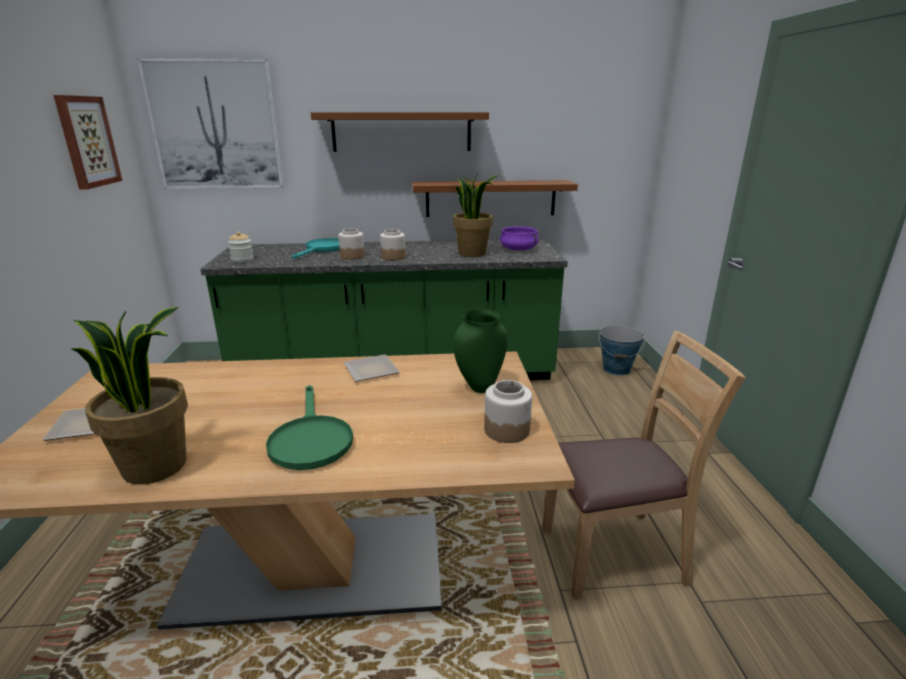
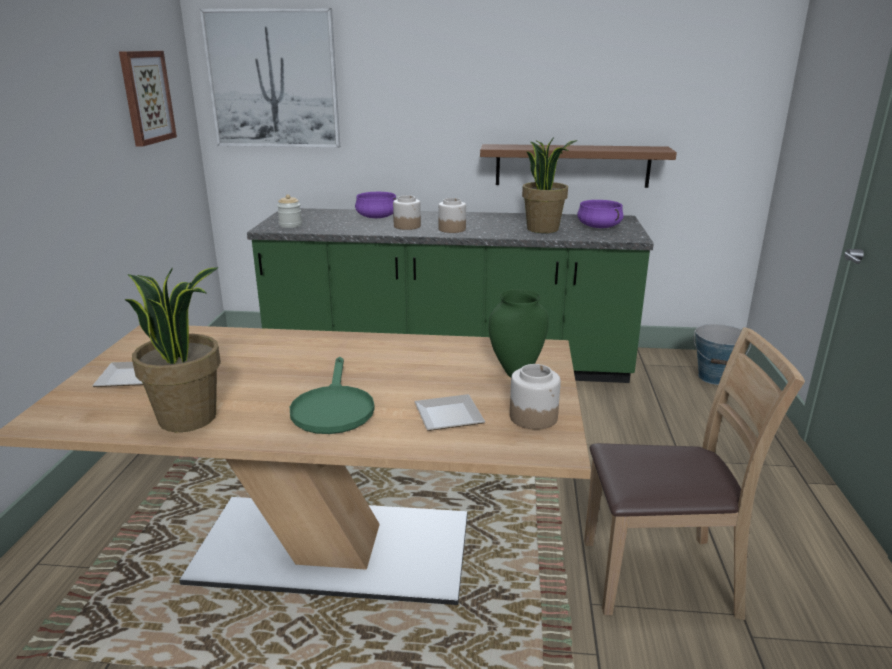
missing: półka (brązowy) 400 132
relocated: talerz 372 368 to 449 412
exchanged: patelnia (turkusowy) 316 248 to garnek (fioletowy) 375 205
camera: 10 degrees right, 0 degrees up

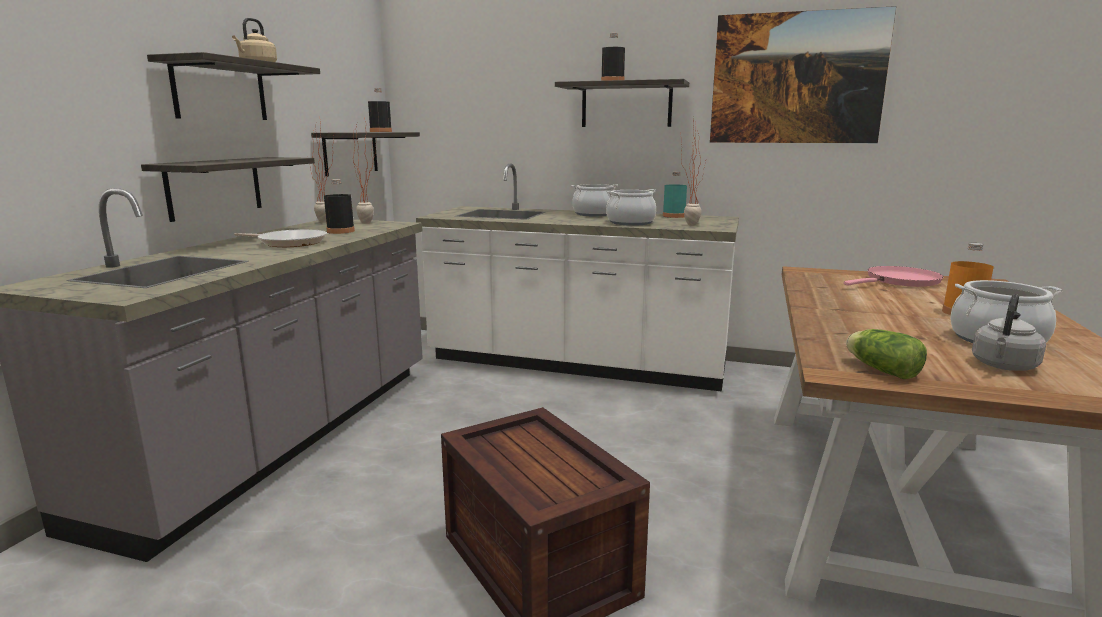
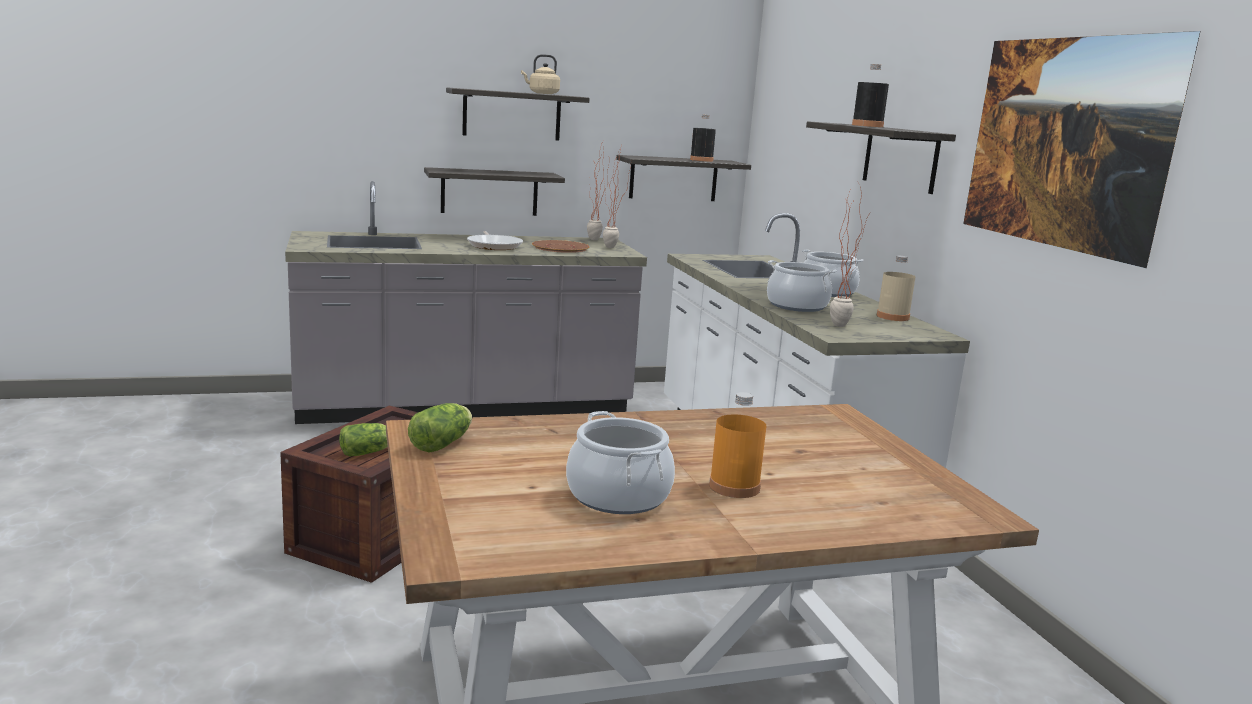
missing: patelnia (różowy) 893 276; czajnik (szary) 1009 332
appeared: sałata 363 439
exchanged: butelka (czarny) 339 206 to talerz (brązowy) 561 246
colour: butelka (turkusowy) 675 195 to butelka (beżowy) 896 288
camera: 55 degrees right, 0 degrees up

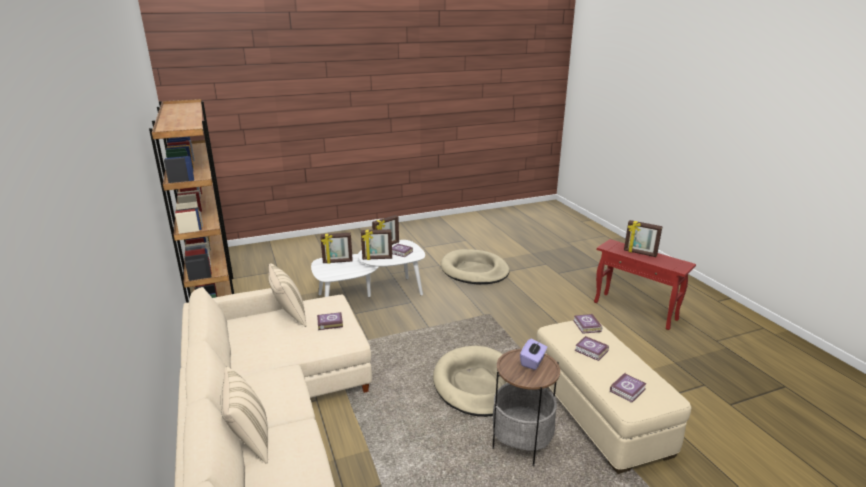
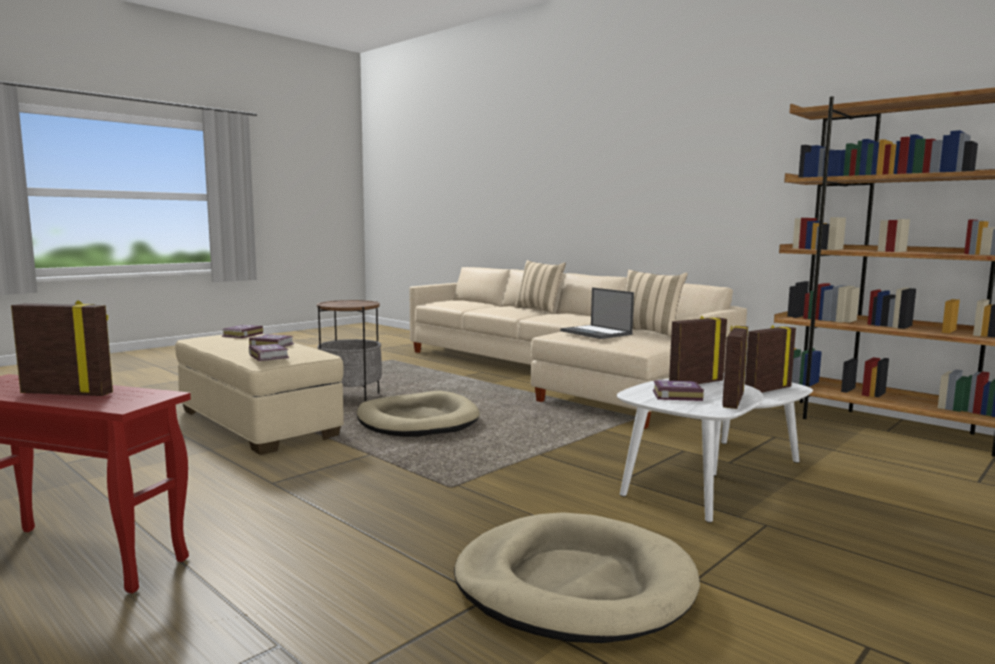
missing: pudełko chusteczek (fioletowy) 533 354
exchanged: książka 330 321 to laptop 597 313
camera: 155 degrees right, 15 degrees down

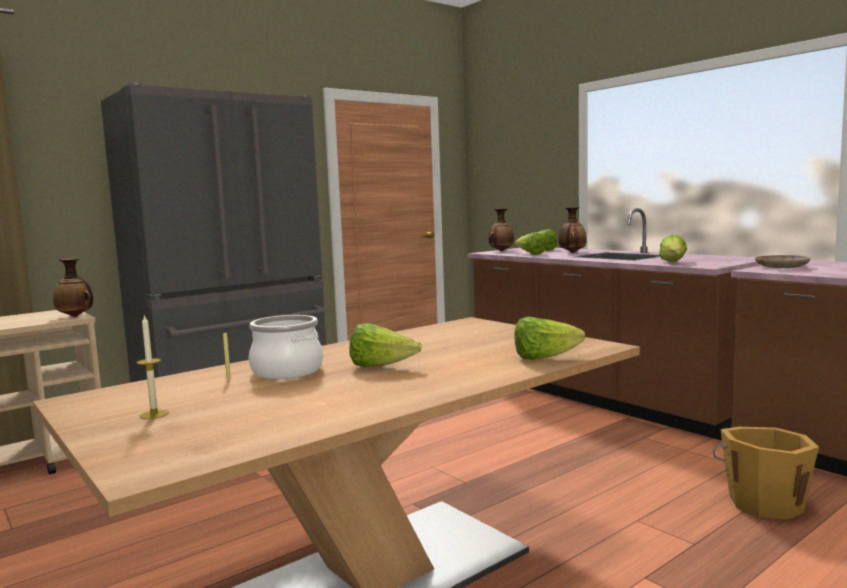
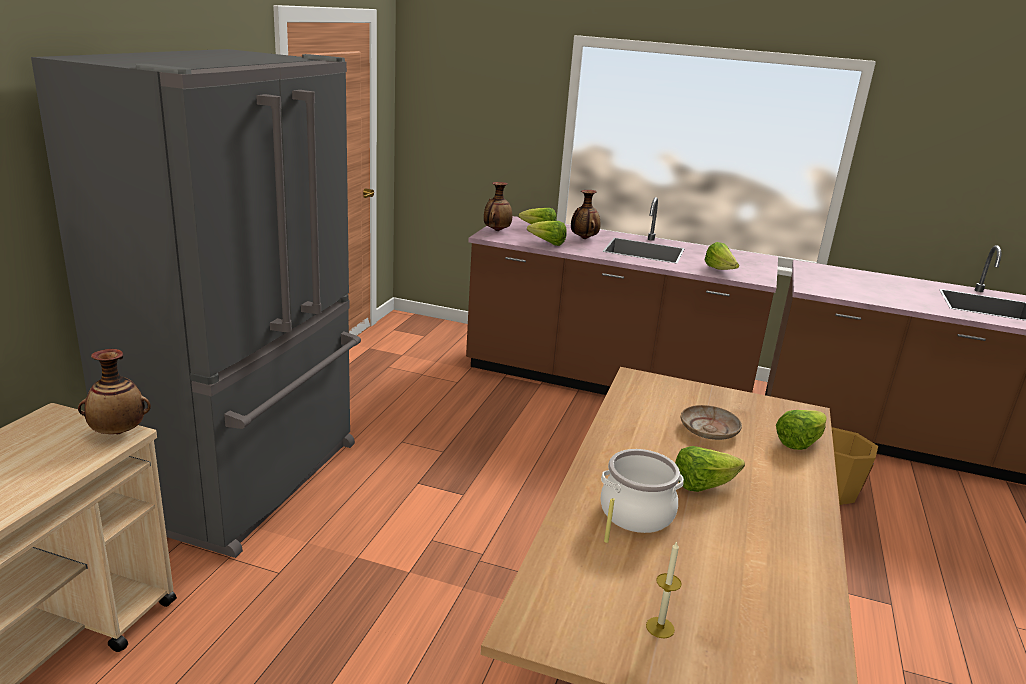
relocated: talerz (beżowy) 782 261 to 711 422
camera: 35 degrees left, 15 degrees up

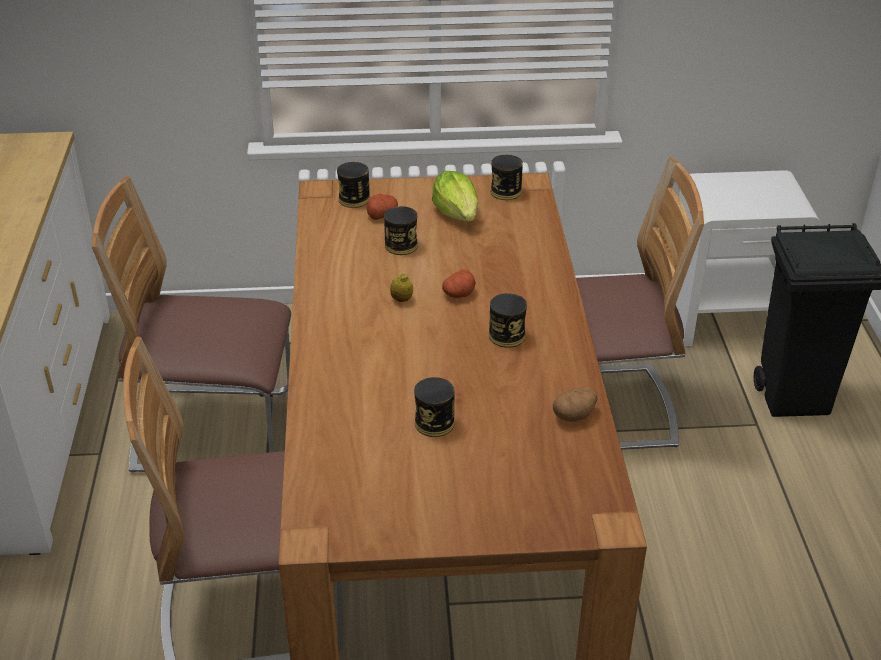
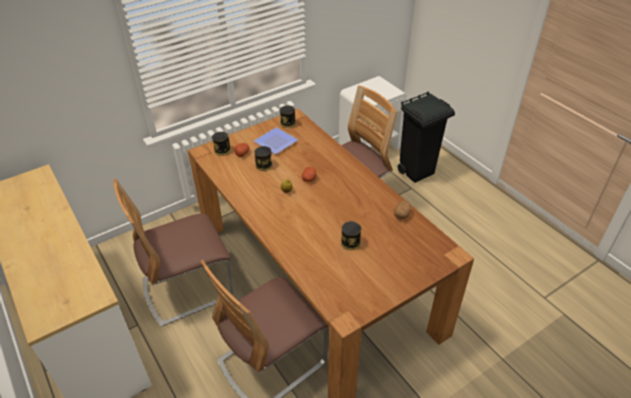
missing: puszka 508 320
exchanged: sałata 455 196 to talerz 276 140
camera: 30 degrees left, 5 degrees up

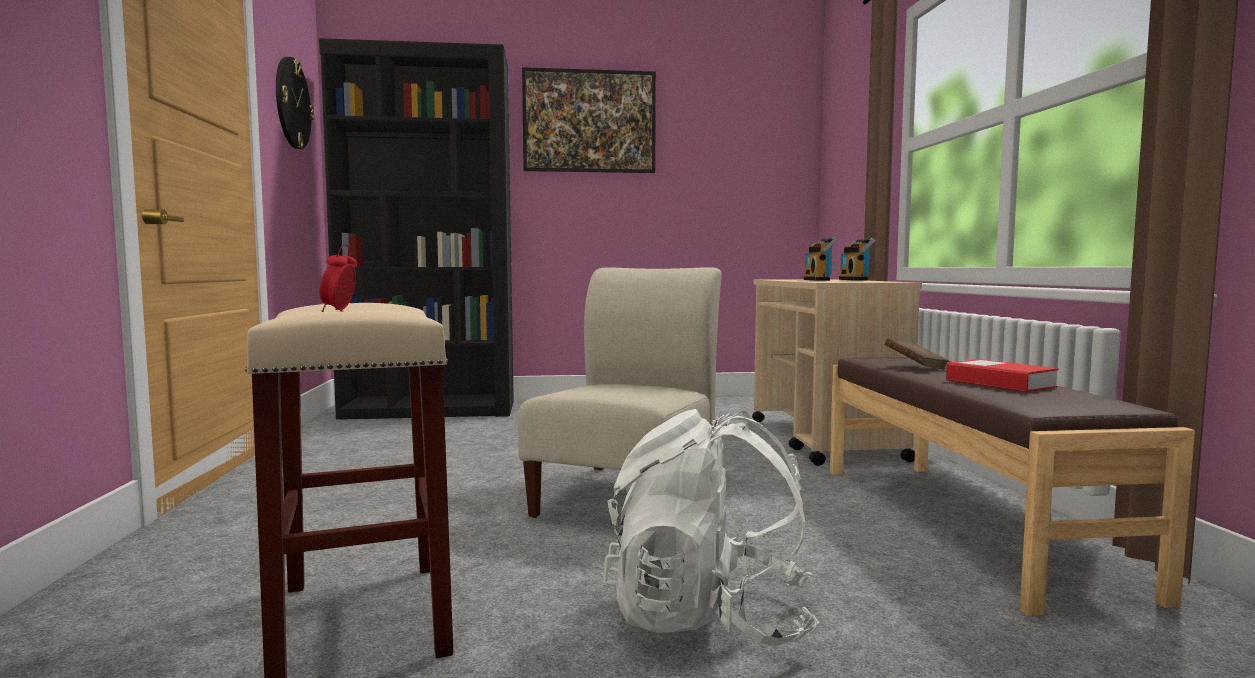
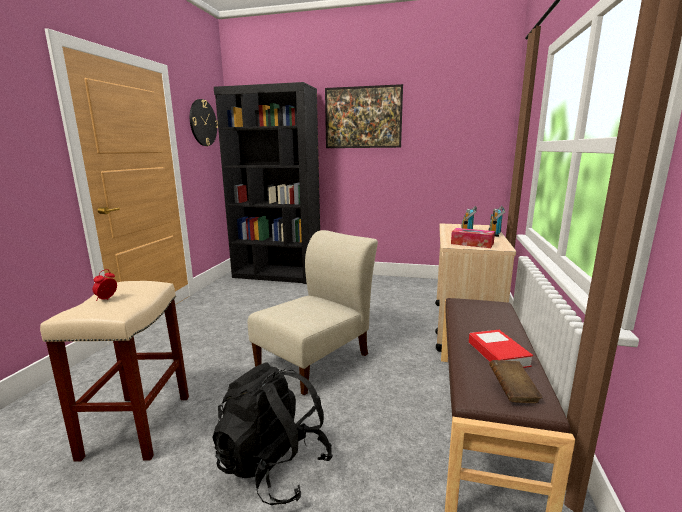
appeared: pudełko chusteczek 473 238
relocated: książka (brązowy) 917 353 to 515 381
colour: plecak (biały) 711 527 to plecak (czarny) 272 433
camera: 20 degrees right, 10 degrees up

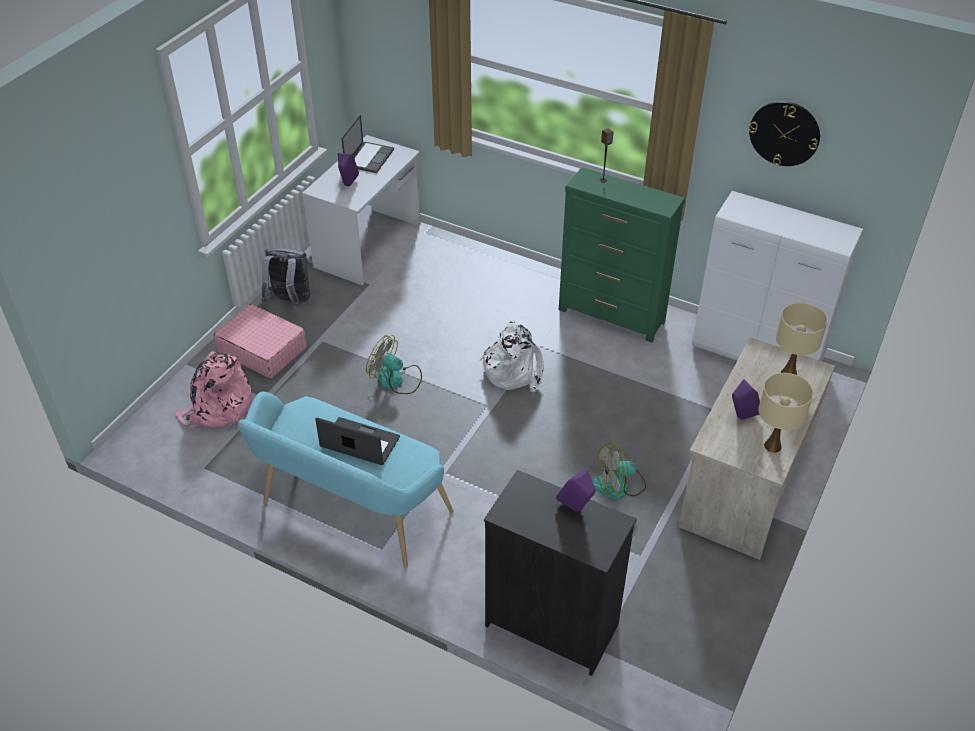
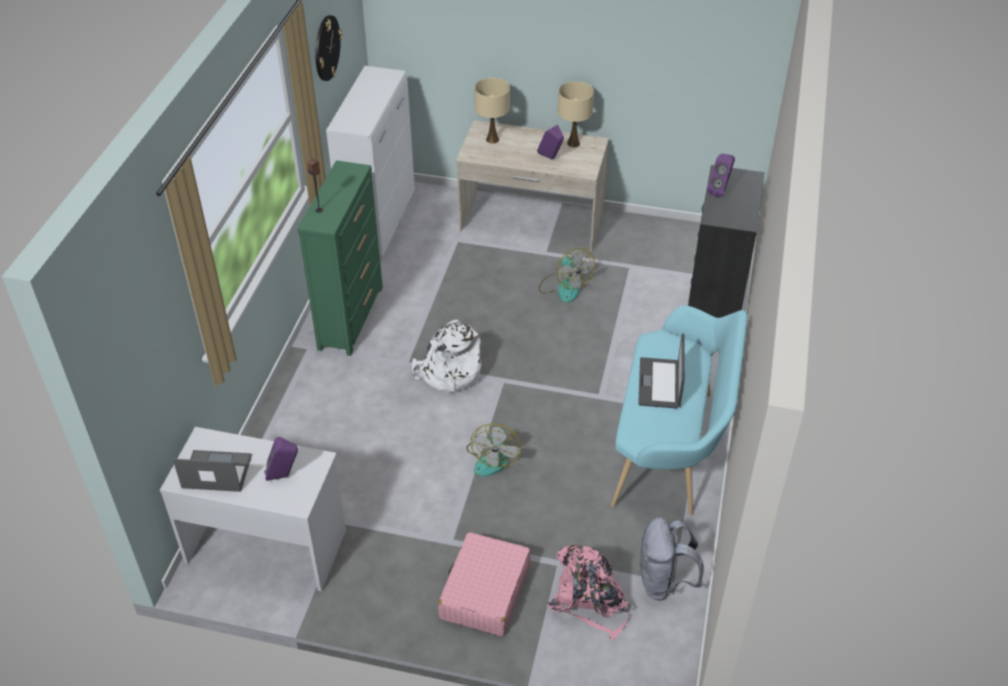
relocated: plecak (szary) 286 278 to 671 559
camera: 105 degrees left, 0 degrees up

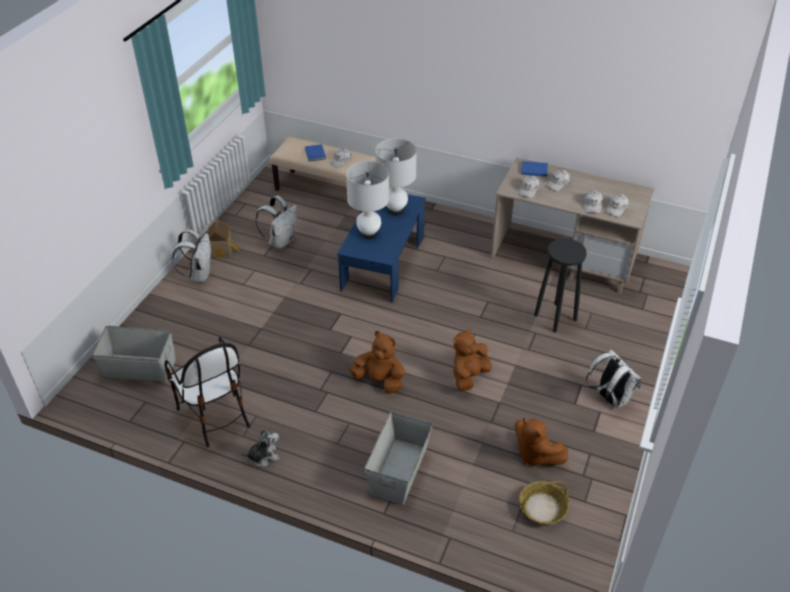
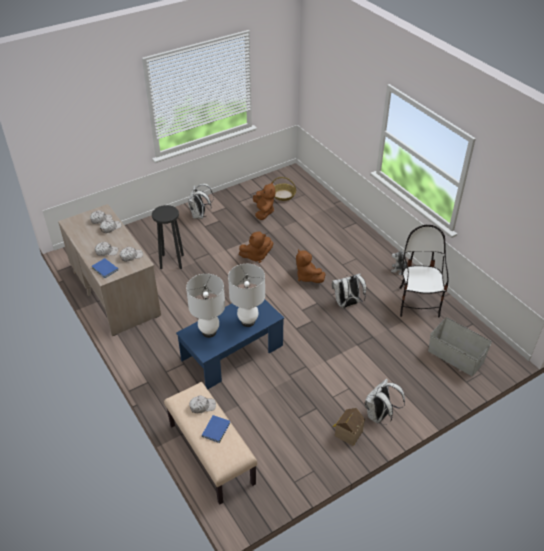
missing: pojemnik do przechowywania (szary) 398 458
relocated: plecak (biały) 276 222 to 349 291
camera: 145 degrees left, 0 degrees up

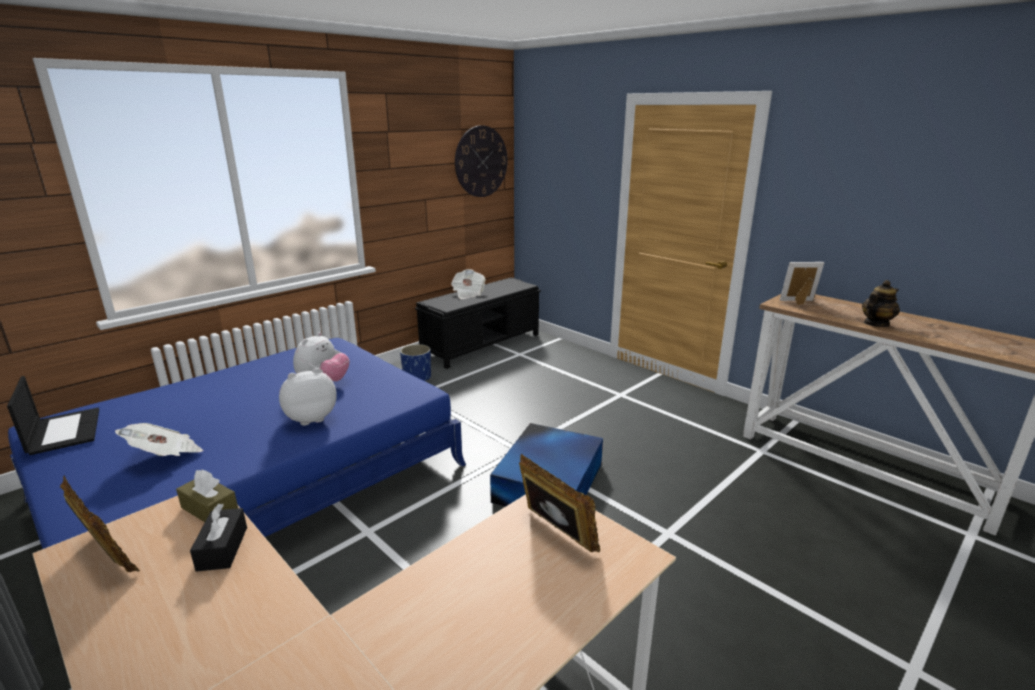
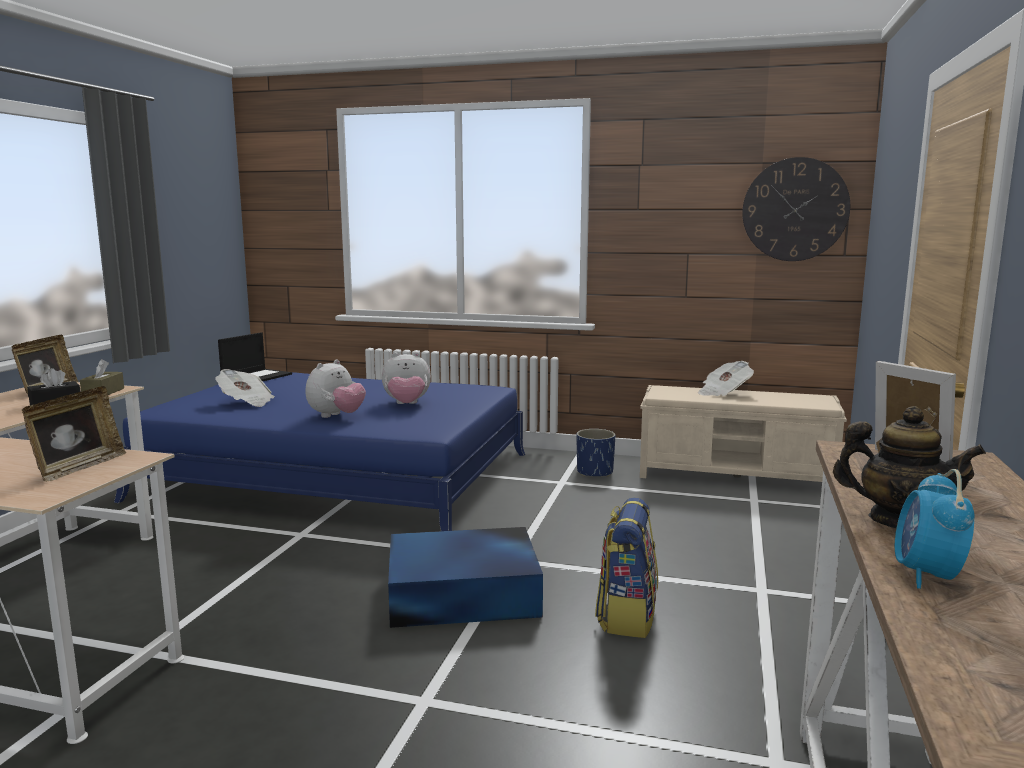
appeared: budzik 935 529; plecak 626 568
colour: ławka (czarny) 478 323 to ławka (beżowy) 743 433
spun: pluszak 308 397 = 336 389 90 degrees clockwise
camera: 60 degrees right, 10 degrees down

